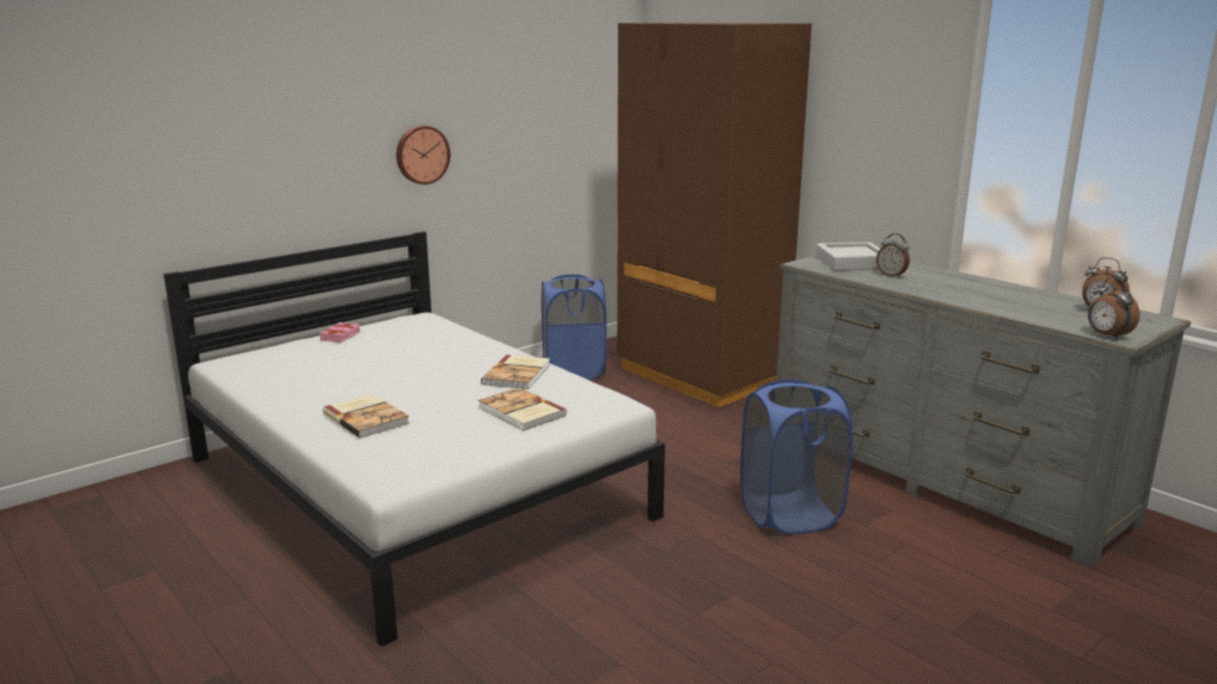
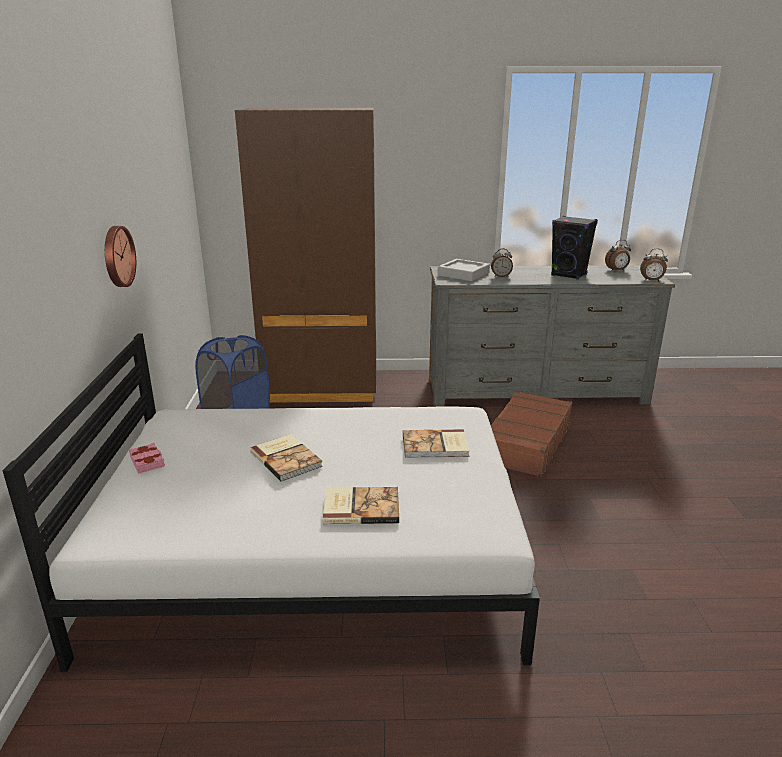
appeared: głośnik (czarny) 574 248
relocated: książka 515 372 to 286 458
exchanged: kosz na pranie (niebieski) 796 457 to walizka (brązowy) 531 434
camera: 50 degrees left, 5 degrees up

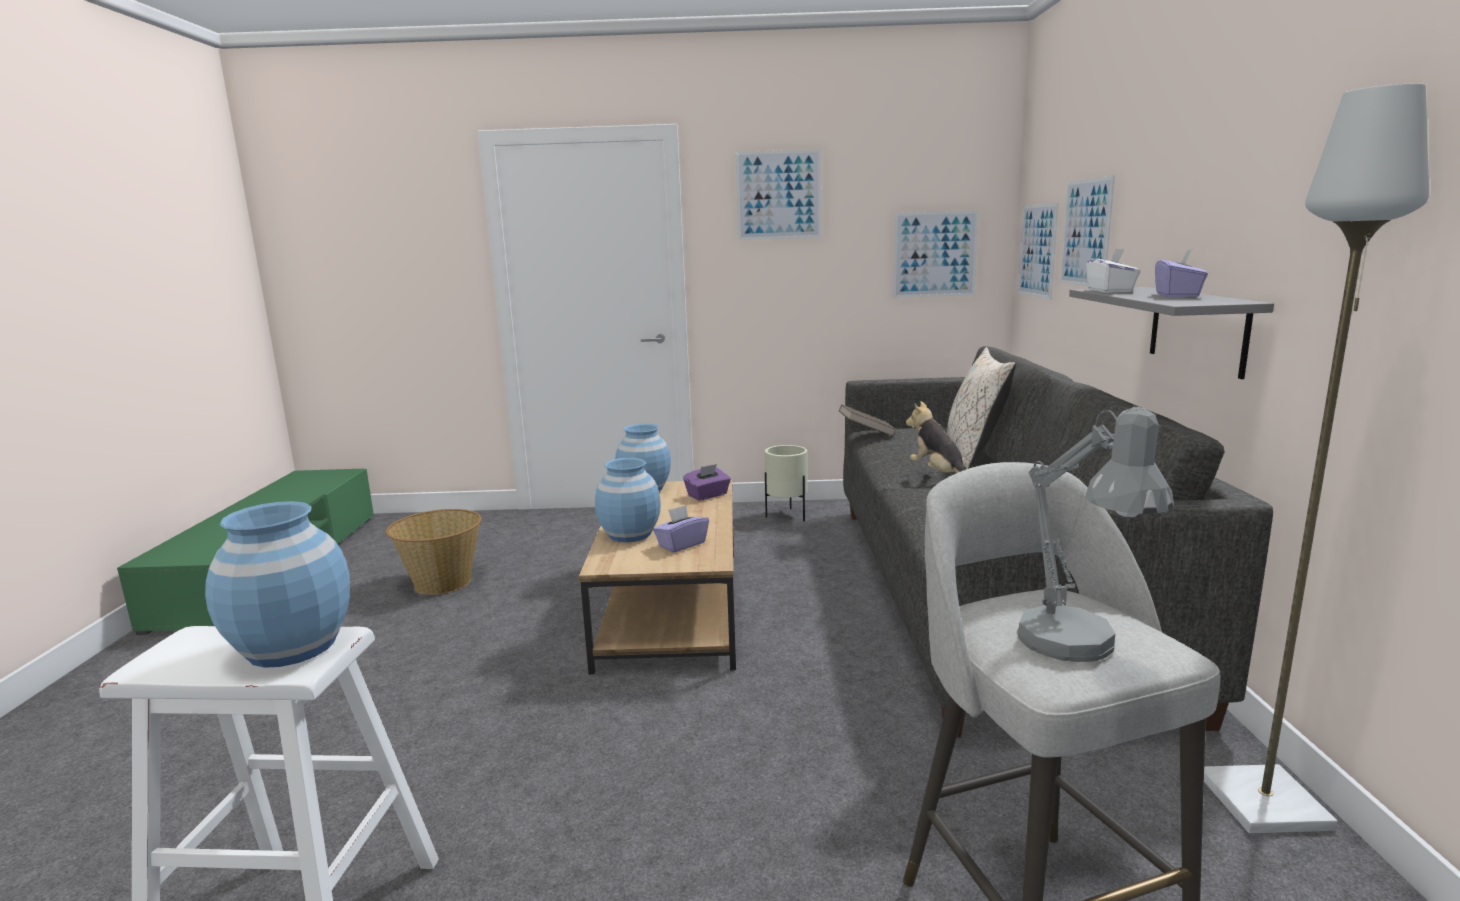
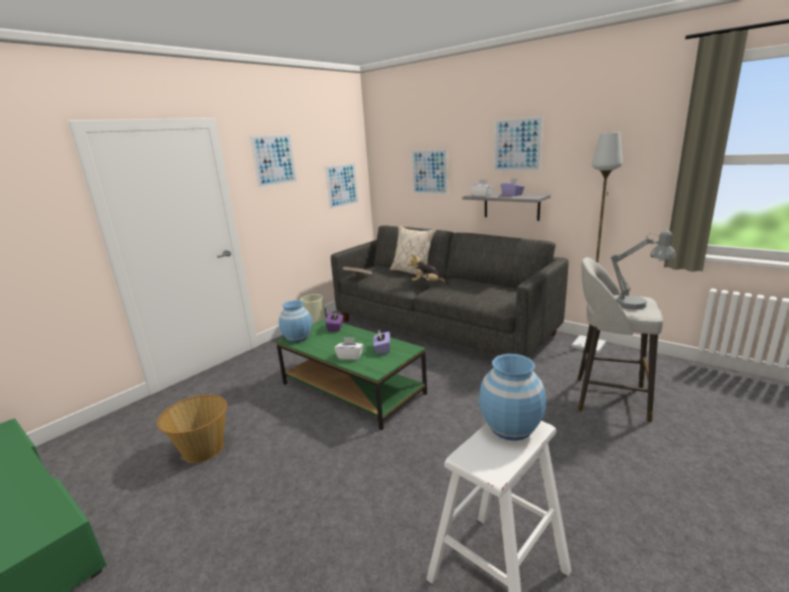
relocated: obraz 1038 251 to 518 143
exchanged: wazon (niebieski) 628 500 to pudełko chusteczek (biały) 348 348
colour: ława (brązowy) 657 577 to ława (zielony) 351 374
camera: 50 degrees left, 5 degrees up

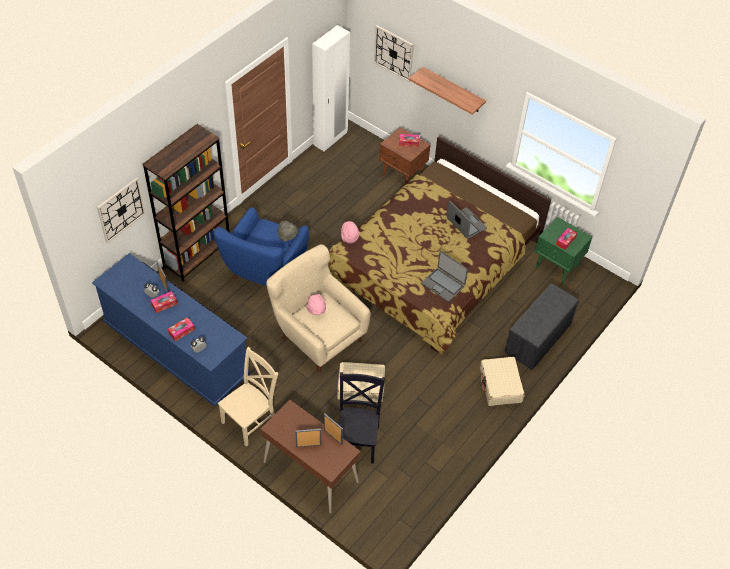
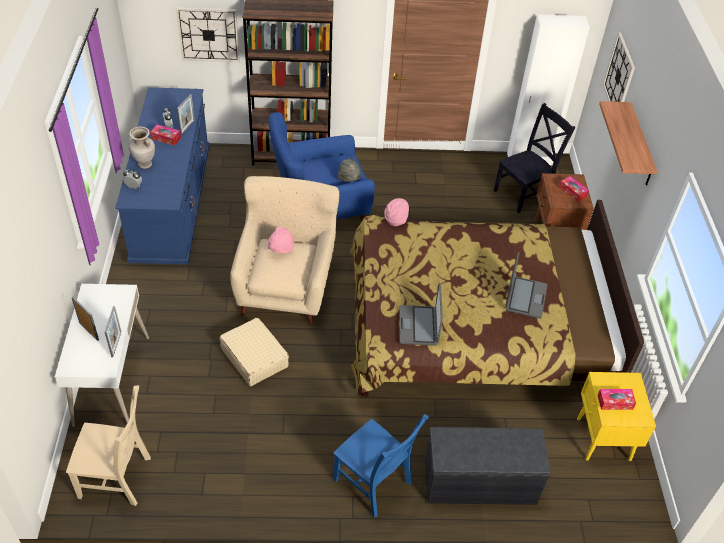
relocated: krzesło (beżowy) 248 397 to 108 445; krzesło (czarny) 361 418 to 534 158
exchanged: pudełko chusteczek 181 329 to wazon (beżowy) 142 147; walizka (beżowy) 502 381 to krzesło (niebieski) 381 466
colour: szafka nocna (zielony) 563 250 to szafka nocna (żółty) 616 416; biurko (brązowy) 310 457 to biurko (biały) 102 355
camera: 50 degrees right, 5 degrees down

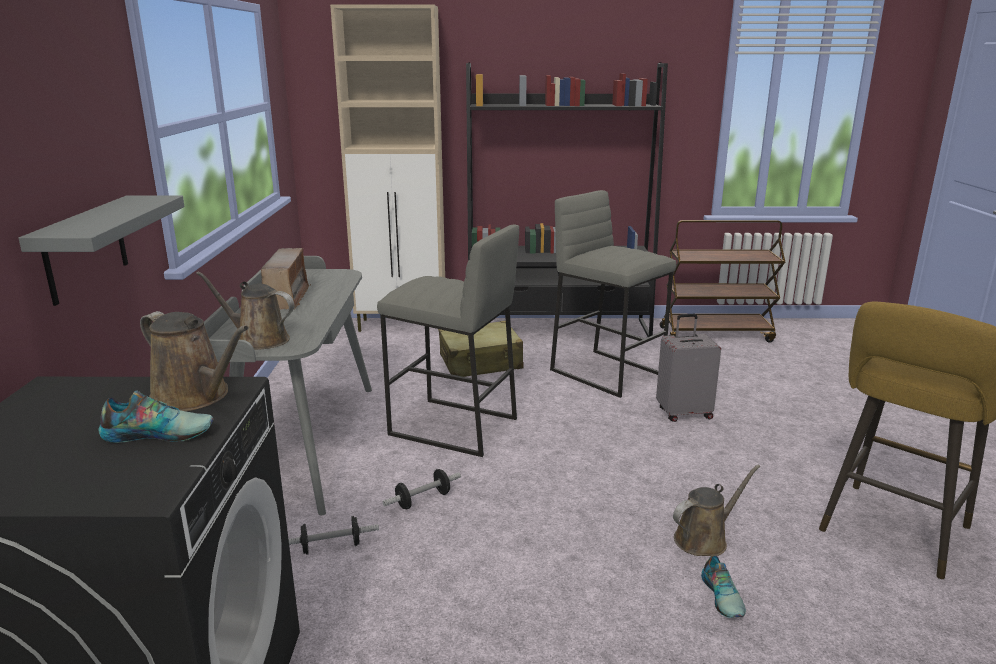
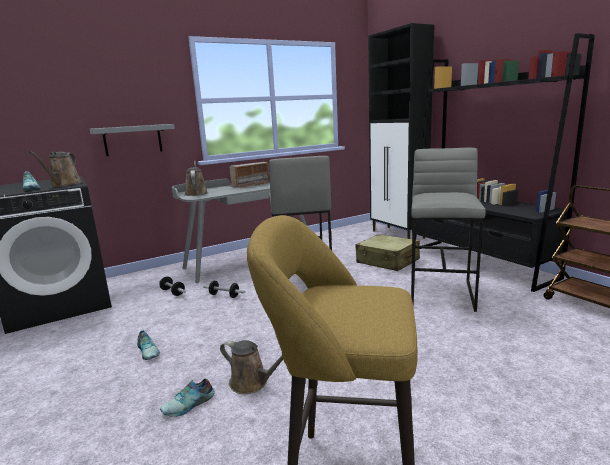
missing: walizka (szary) 688 368
appeared: but 148 345
colour: szafka (beżowy) 387 168 to szafka (czarny) 401 131
camera: 60 degrees right, 5 degrees down

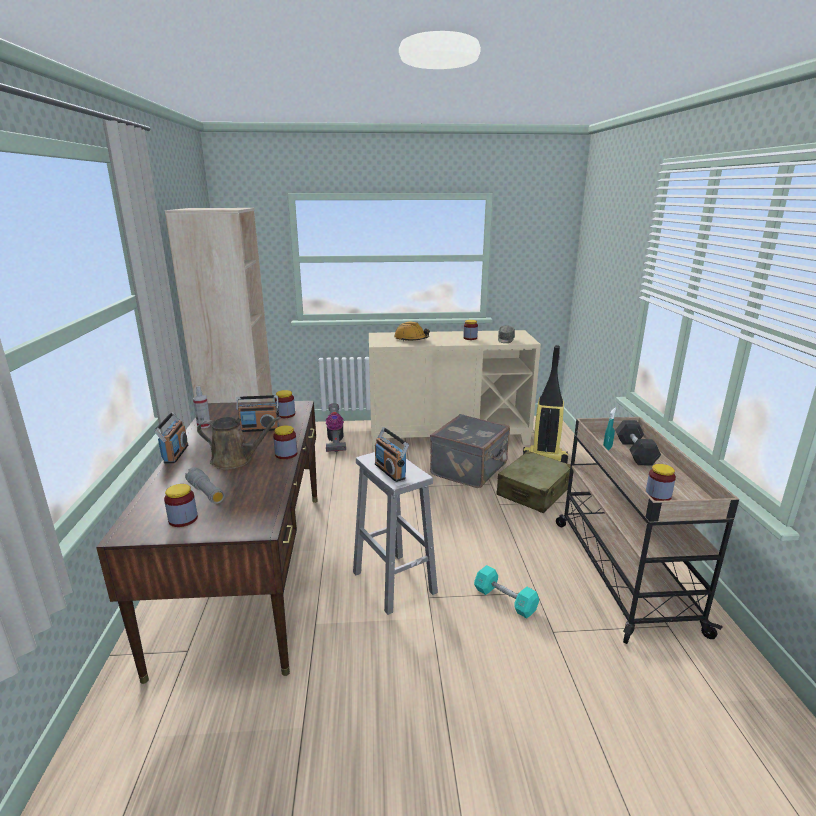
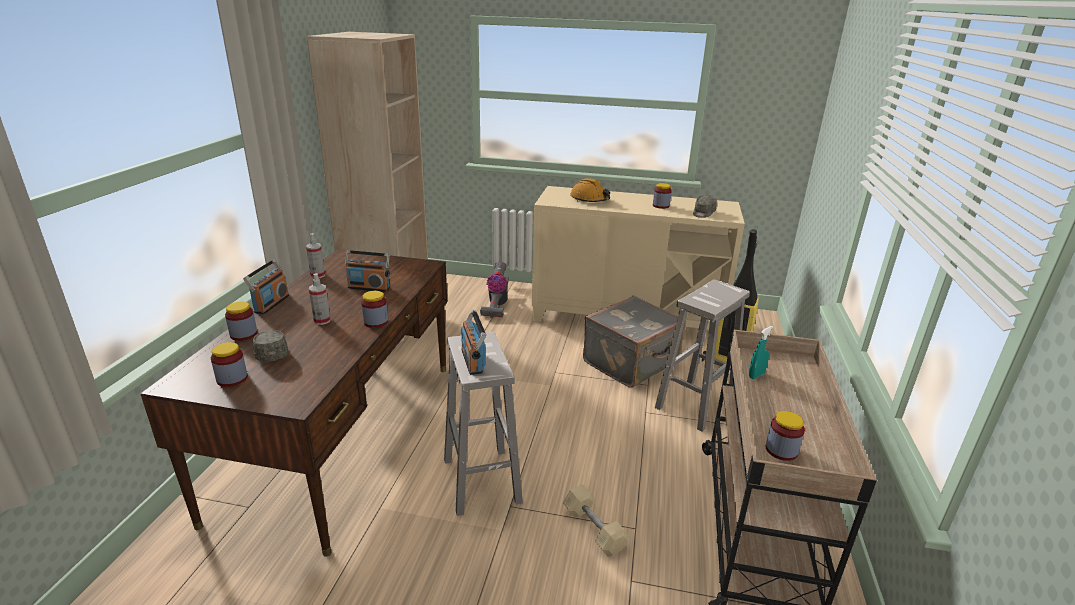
missing: hantel (czarny) 638 443
relocated: słoik 285 404 to 241 321
exchanged: konewka (brązowy) 239 443 to spryskiwacz 320 299; walizka (beżowy) 533 482 to stołek (biały) 702 355; latarka (szary) 205 485 to czapka z daszkiem (szary) 270 346
colour: hantel (turkusowy) 506 591 to hantel (beżowy) 596 521
camera: 15 degrees right, 5 degrees up

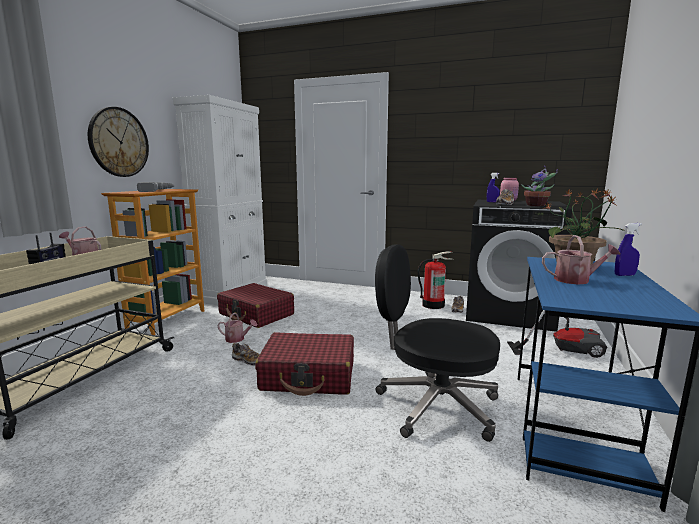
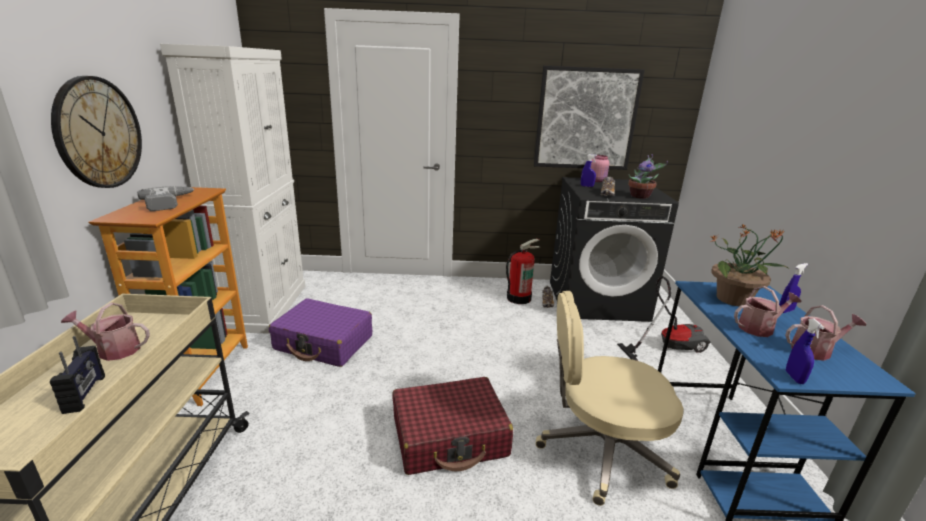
missing: but 246 354
appeared: obraz 589 118; spryskiwacz (niebieski) 805 351
relocated: konewka 237 328 to 825 333
colour: krzesło biurowe (czarny) 437 343 to krzesło biurowe (beżowy) 609 398; walizka (czerwony) 255 305 to walizka (fioletowy) 320 332
camera: 20 degrees left, 10 degrees up

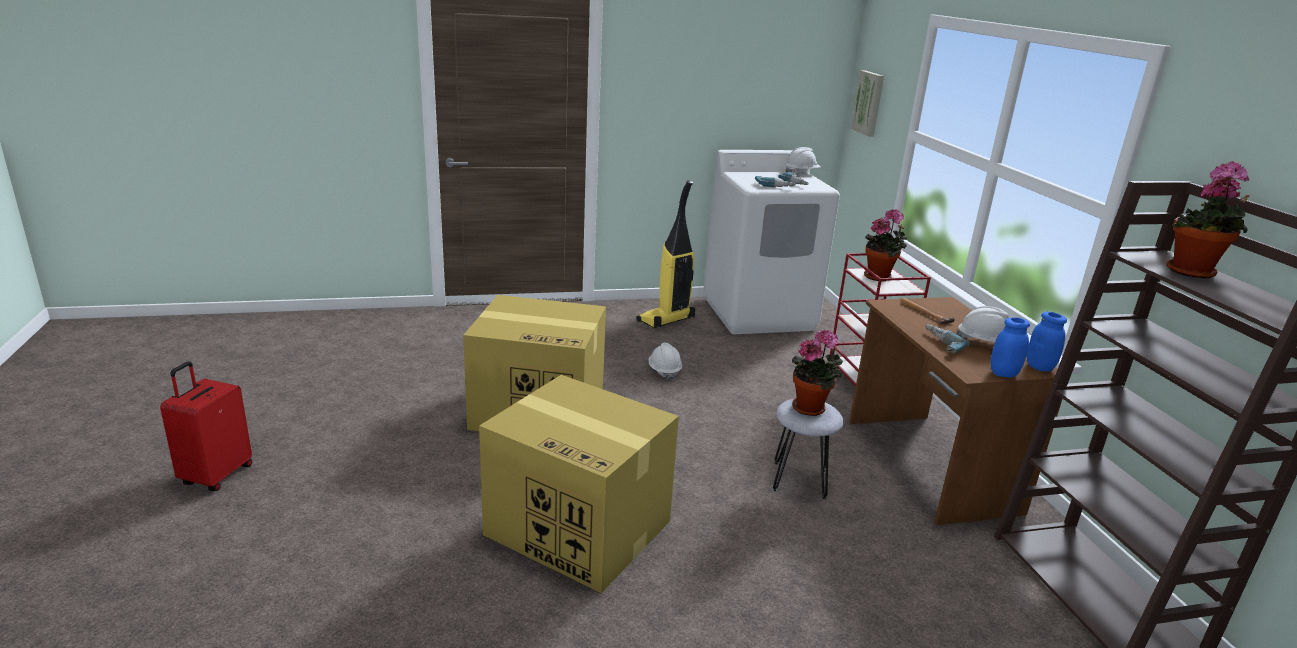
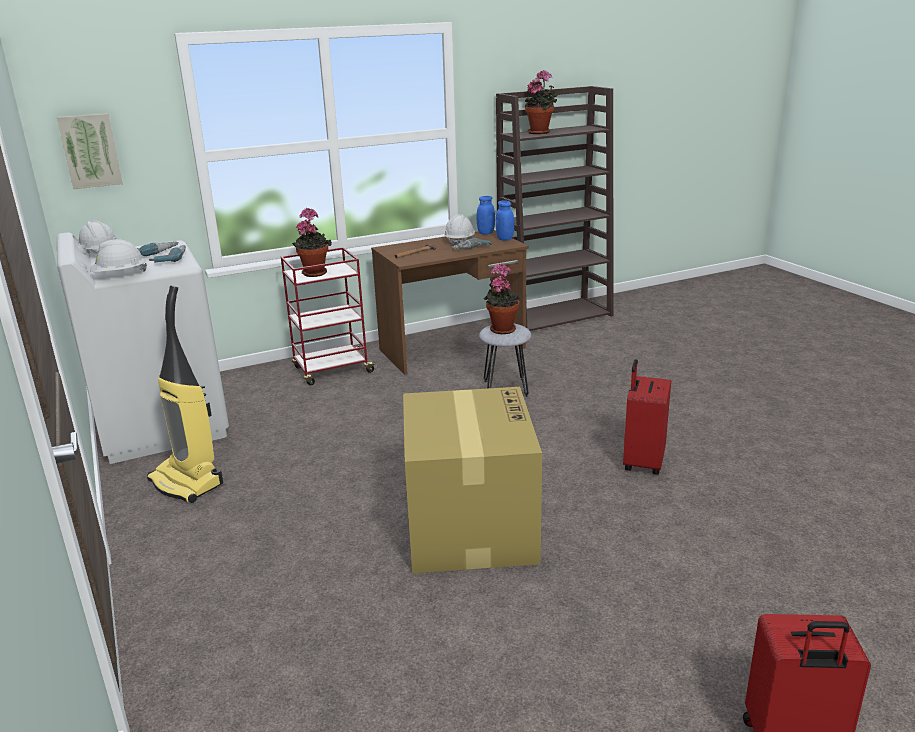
relocated: kask (biały) 665 362 to 118 255
exchanged: karton 579 484 to walizka (czerwony) 647 417
camera: 100 degrees left, 0 degrees up

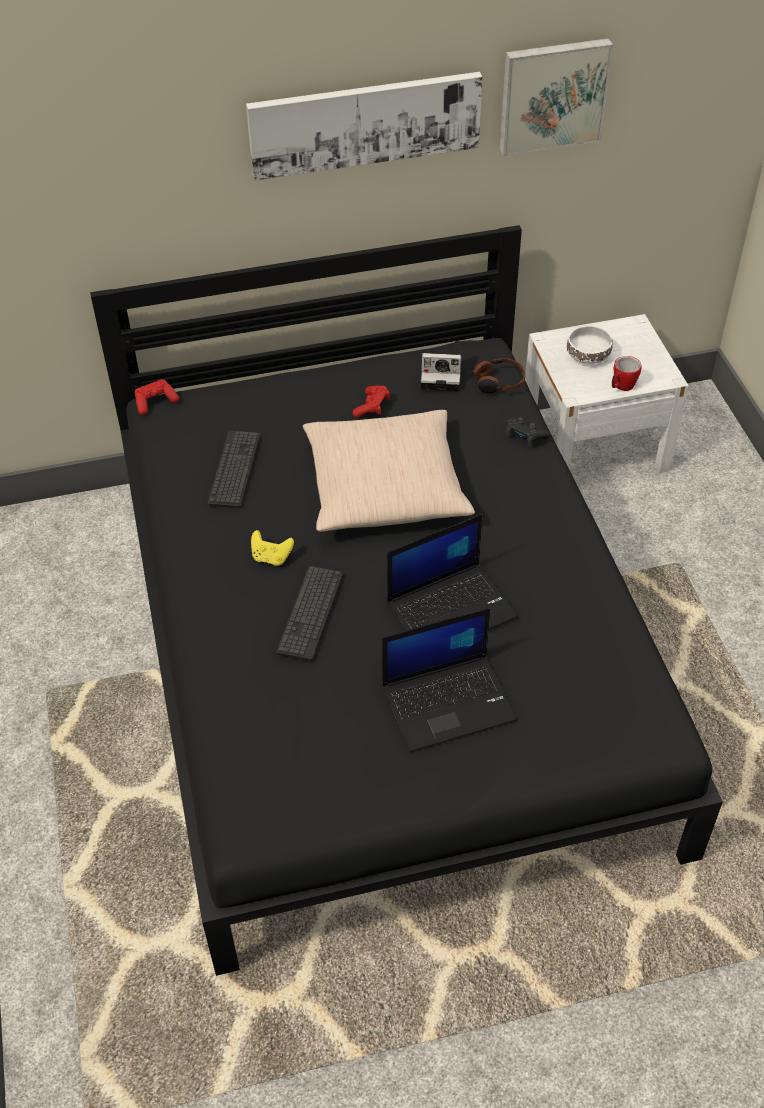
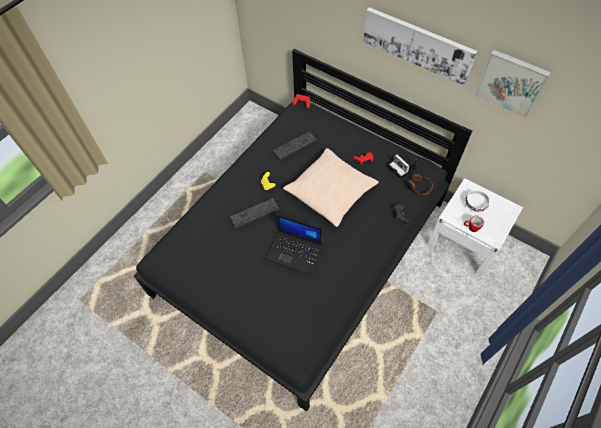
missing: laptop 449 680
camera: 50 degrees right, 10 degrees up

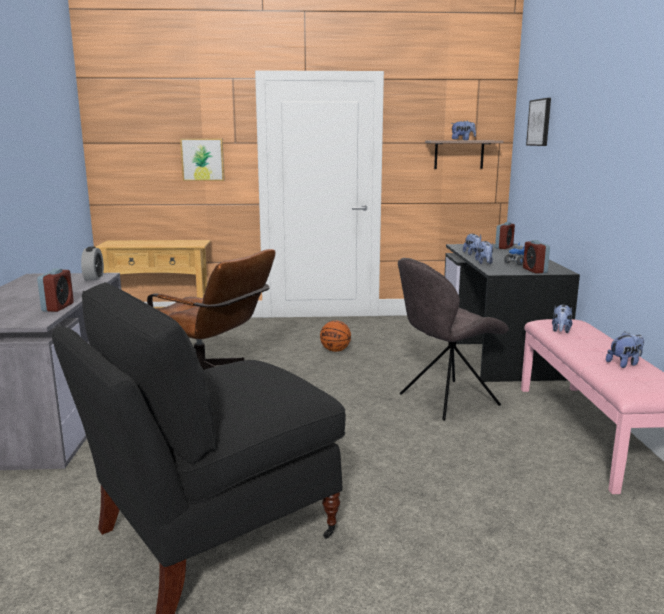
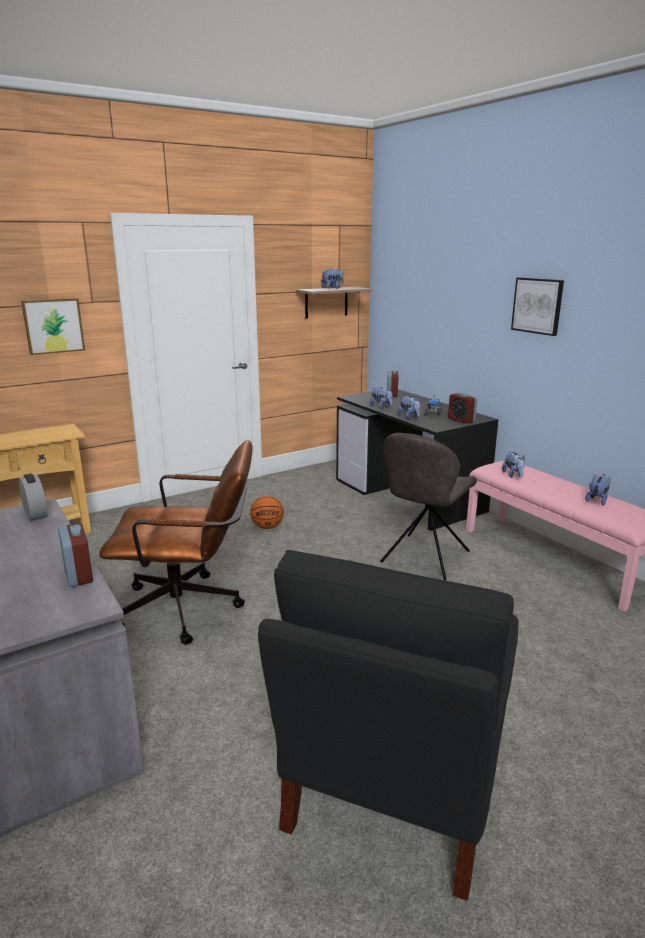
relocated: obraz 538 122 to 537 307
camera: 30 degrees left, 5 degrees up

